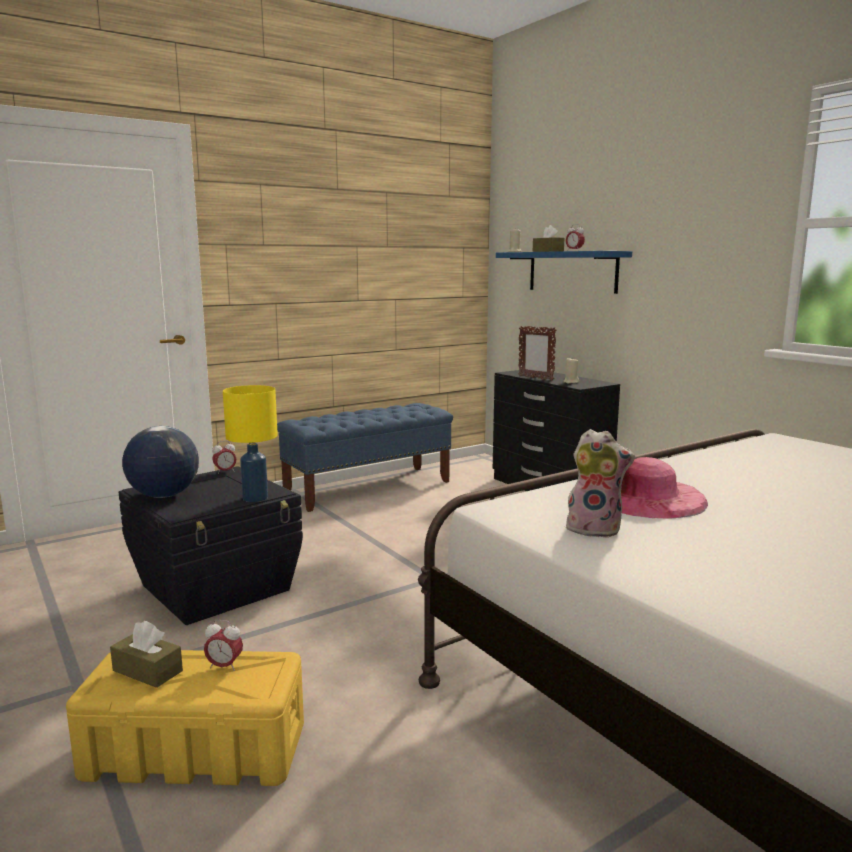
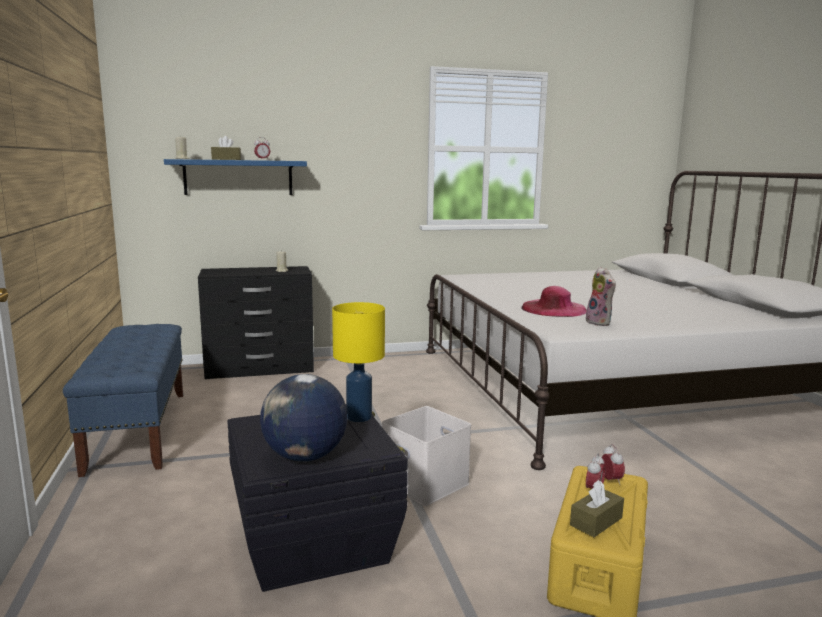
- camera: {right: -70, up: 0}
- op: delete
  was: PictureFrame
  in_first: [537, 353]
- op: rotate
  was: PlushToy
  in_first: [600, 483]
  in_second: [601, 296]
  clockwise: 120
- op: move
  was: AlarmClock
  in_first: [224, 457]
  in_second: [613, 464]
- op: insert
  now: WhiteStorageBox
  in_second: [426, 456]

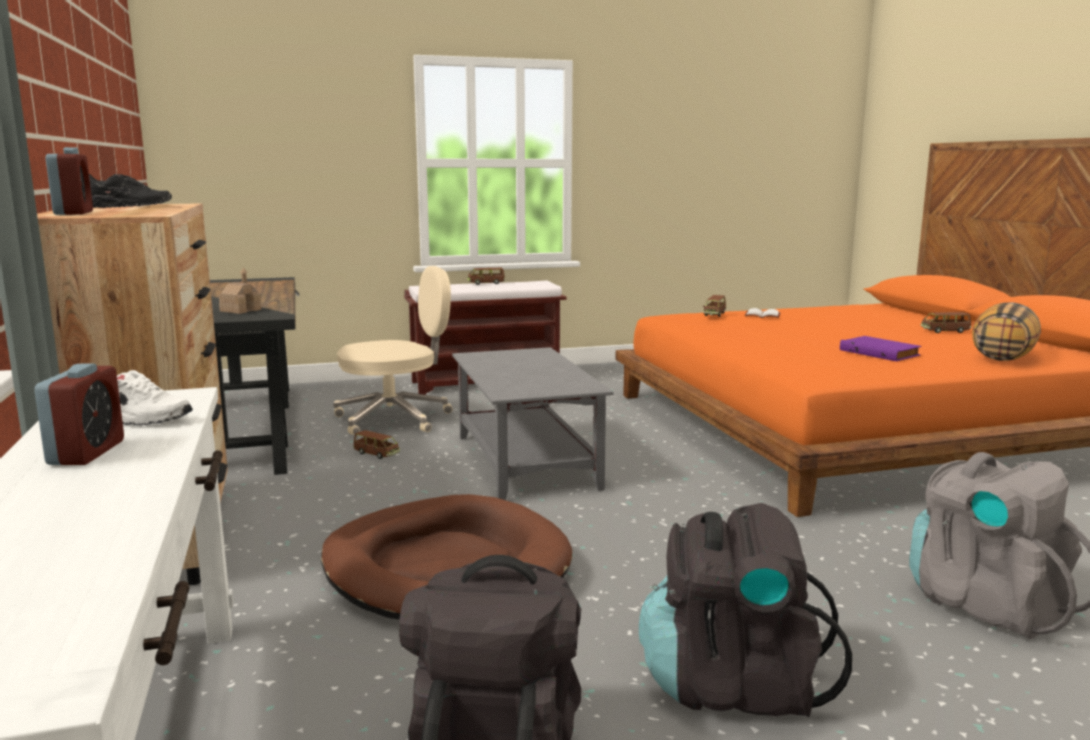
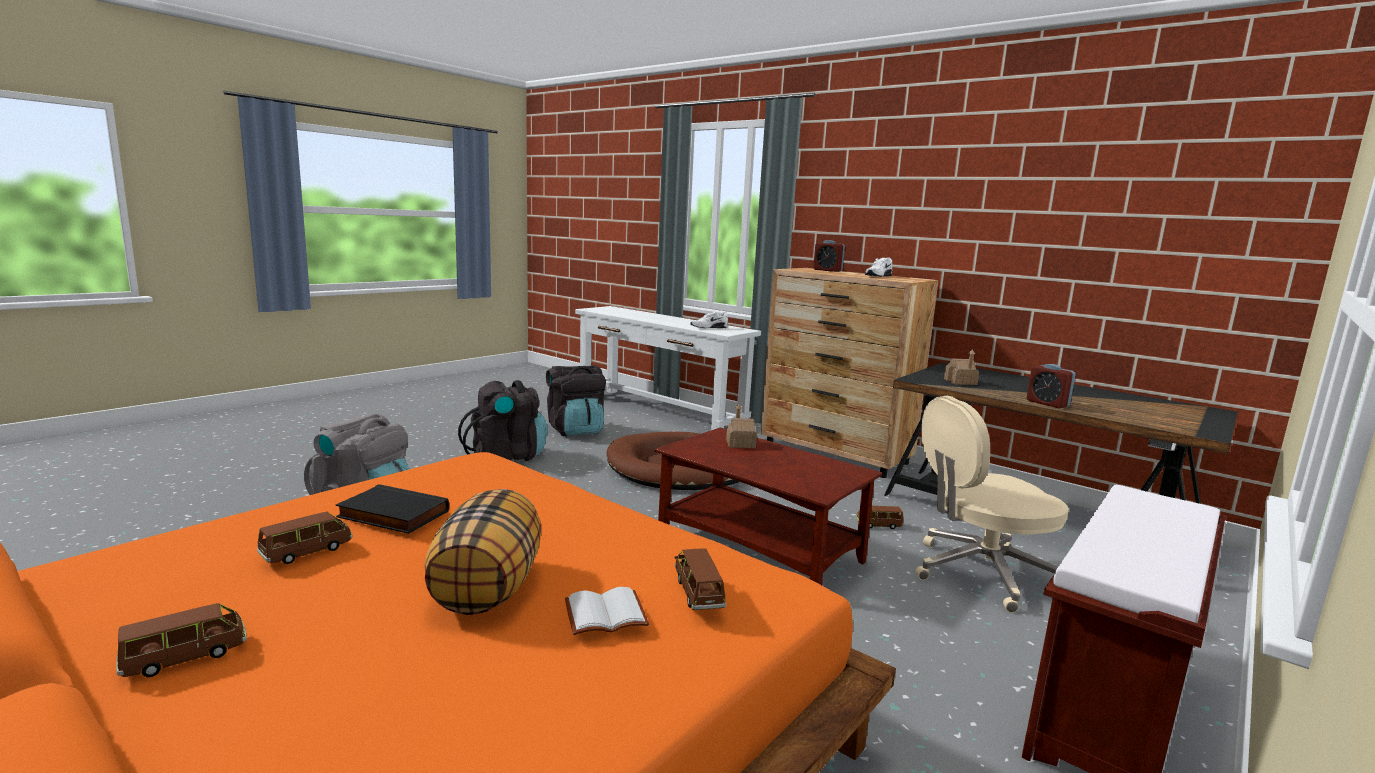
- camera: {right: 145, up: 0}
- op: recolor
  was: BlackShoe
  now: WhiteShoe
  in_first: [130, 191]
  in_second: [878, 267]
- op: rotate
  was: BeigeOfficeChair
  in_first: [393, 350]
  in_second: [992, 504]
  clockwise: 45
- op: move
  was: BrownToyCar
  in_first: [486, 276]
  in_second: [305, 538]
- op: move
  was: Pillow
  in_first: [1006, 331]
  in_second: [483, 552]
- op: recolor
  was: PurpleBook
  now: BlackBook
  in_first: [880, 348]
  in_second: [392, 509]
- op: recolor
  was: GreyCoffeeTable
  now: BrownCoffeeTable
  in_first: [533, 423]
  in_second: [769, 506]
- op: move
  was: AlarmClock
  in_first: [79, 414]
  in_second: [1051, 386]
- op: insert
  now: ToyHouse
  in_second: [741, 426]

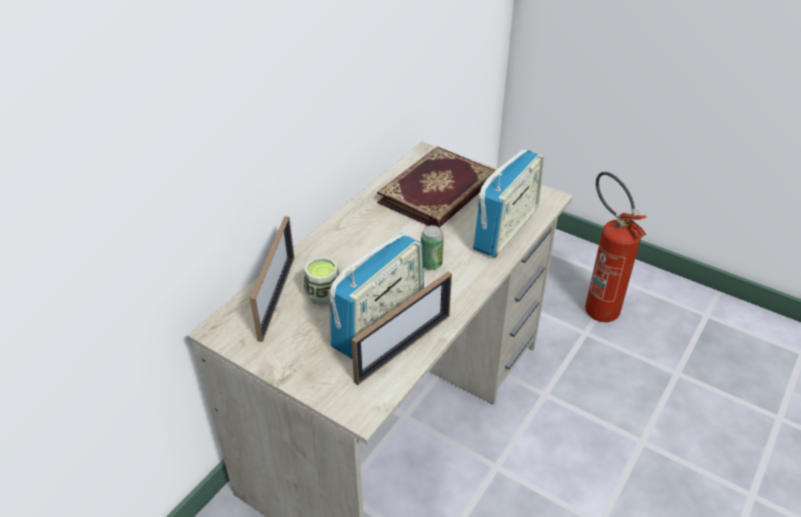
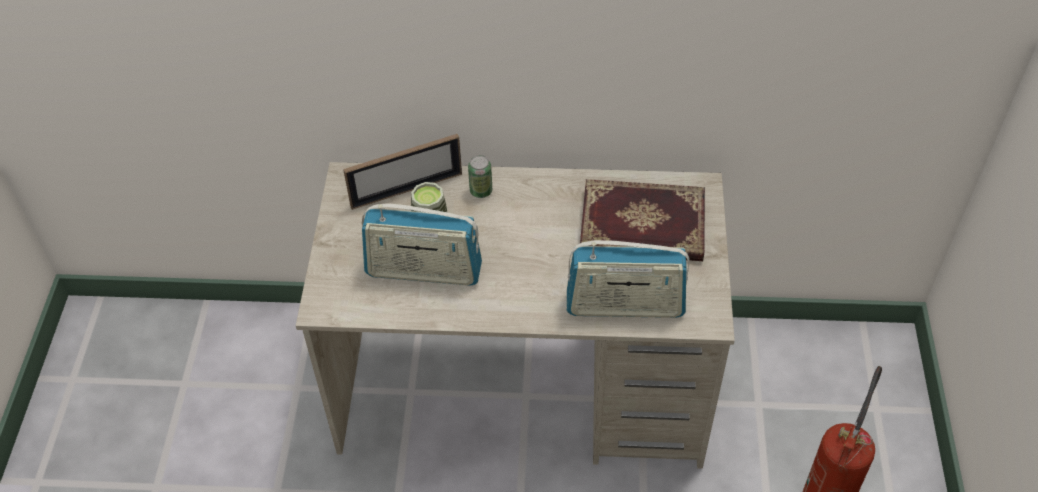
- camera: {right: 60, up: 10}
- op: move
  was: Can
  in_first: [432, 247]
  in_second: [480, 176]
- op: delete
  was: PictureFrame
  in_first: [401, 328]

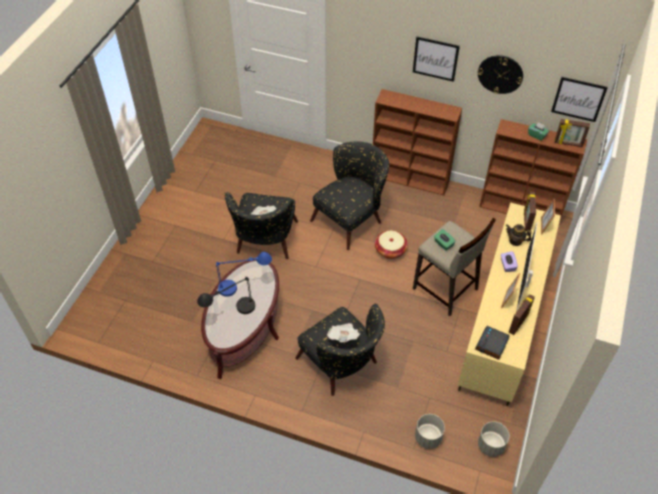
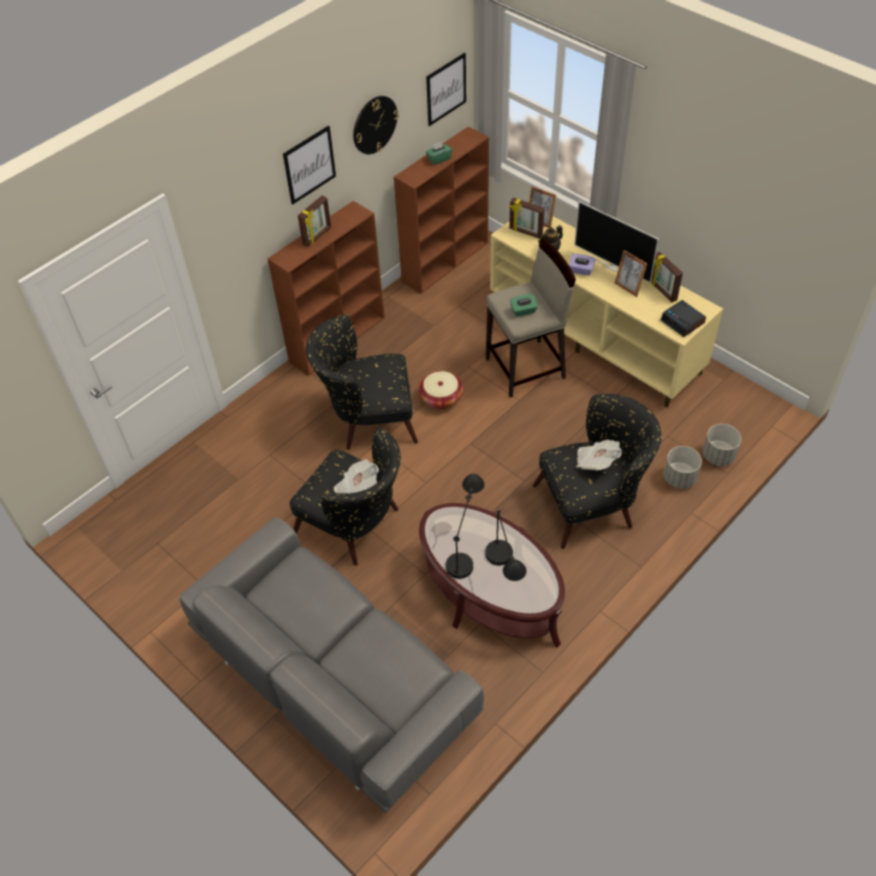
- camera: {right: -65, up: 0}
- op: move
  was: PictureFrame
  in_first: [572, 133]
  in_second: [314, 221]
- op: rotate
  was: BlackArmchair
  in_first: [349, 195]
  in_second: [362, 382]
  clockwise: -75
- op: recolor
  was: BlueTableLamp
  now: BlackTableLamp
  in_first: [244, 274]
  in_second: [465, 526]
- op: move
  was: GreyPlanter
  in_first: [493, 439]
  in_second: [683, 467]
- op: insert
  now: GreySofa
  in_second: [331, 665]

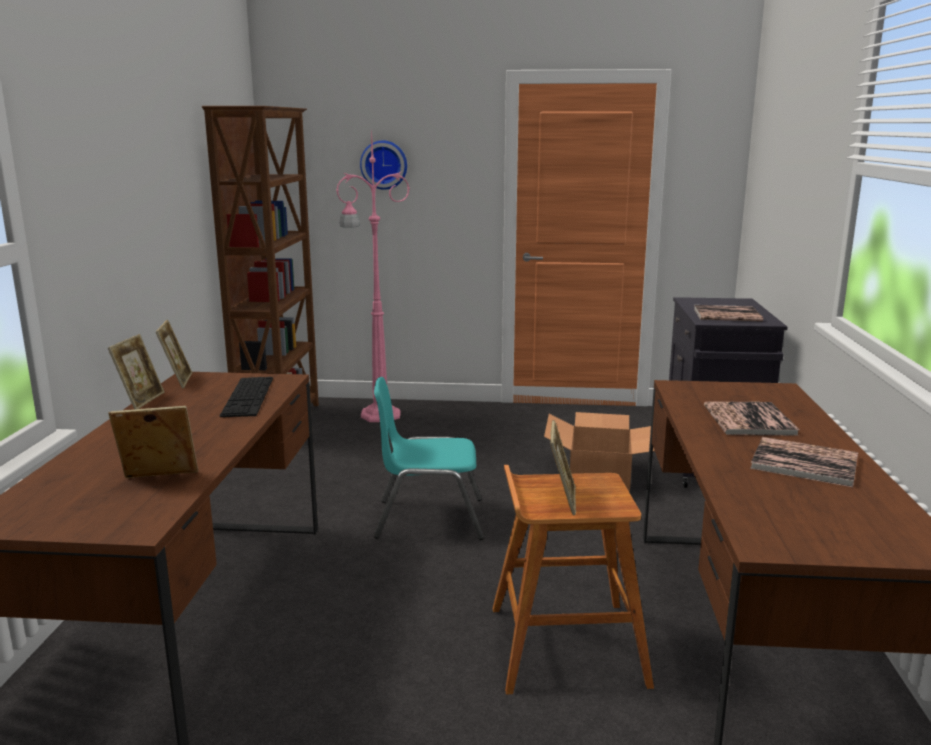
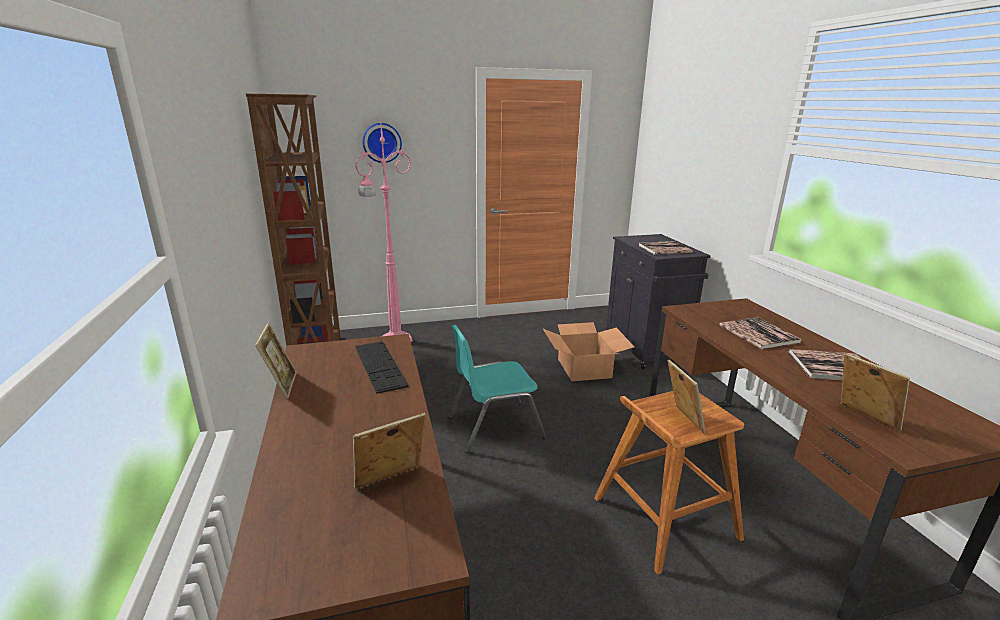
- camera: {right: -20, up: 5}
- op: move
  was: PictureFrame
  in_first: [174, 354]
  in_second: [875, 392]

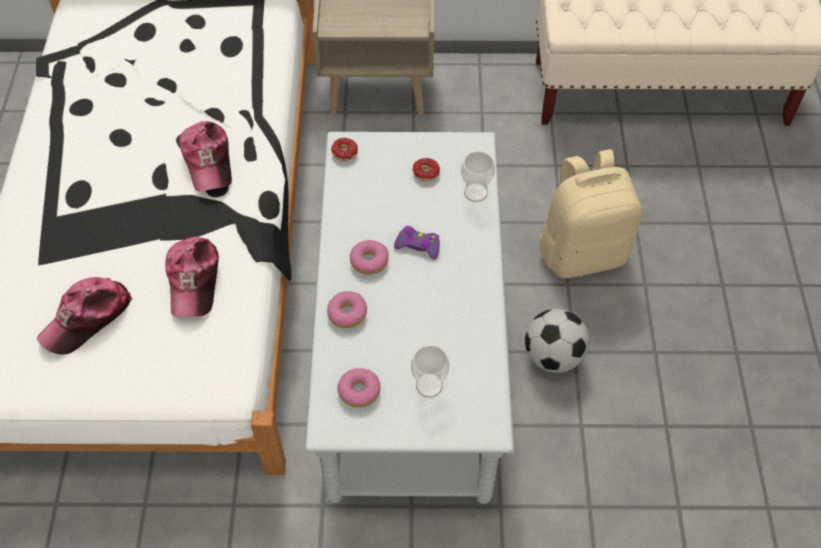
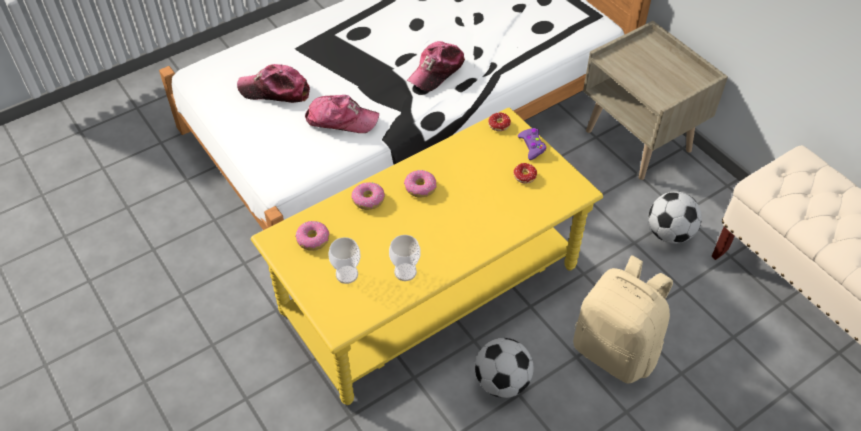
- camera: {right: 55, up: -5}
- op: recolor
  was: GreyCoffeeTable
  now: YellowCoffeeTable
  in_first: [409, 318]
  in_second: [427, 256]
- op: move
  was: Cup
  in_first: [478, 176]
  in_second: [405, 258]
- op: move
  was: PurpleGameController
  in_first: [417, 243]
  in_second: [532, 144]
- op: rotate
  was: Cap
  in_first: [192, 277]
  in_second: [342, 114]
  clockwise: -135
- op: insert
  now: Football
  in_second: [675, 218]

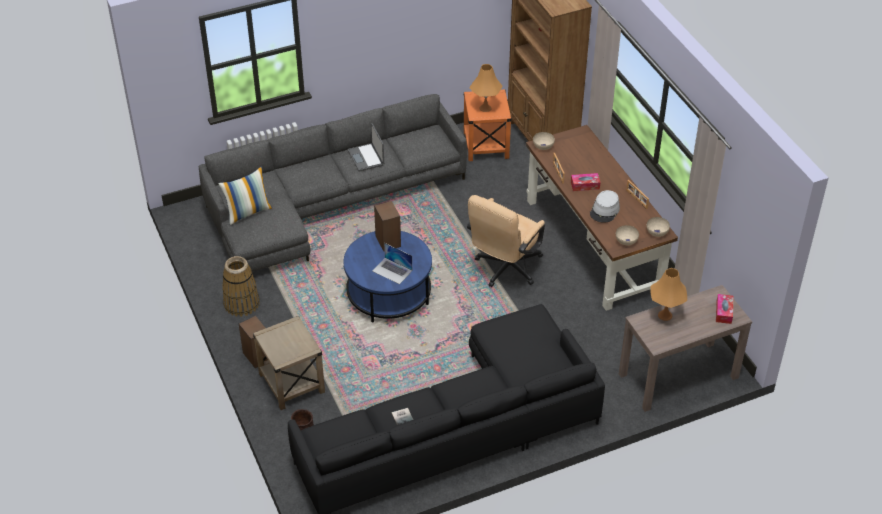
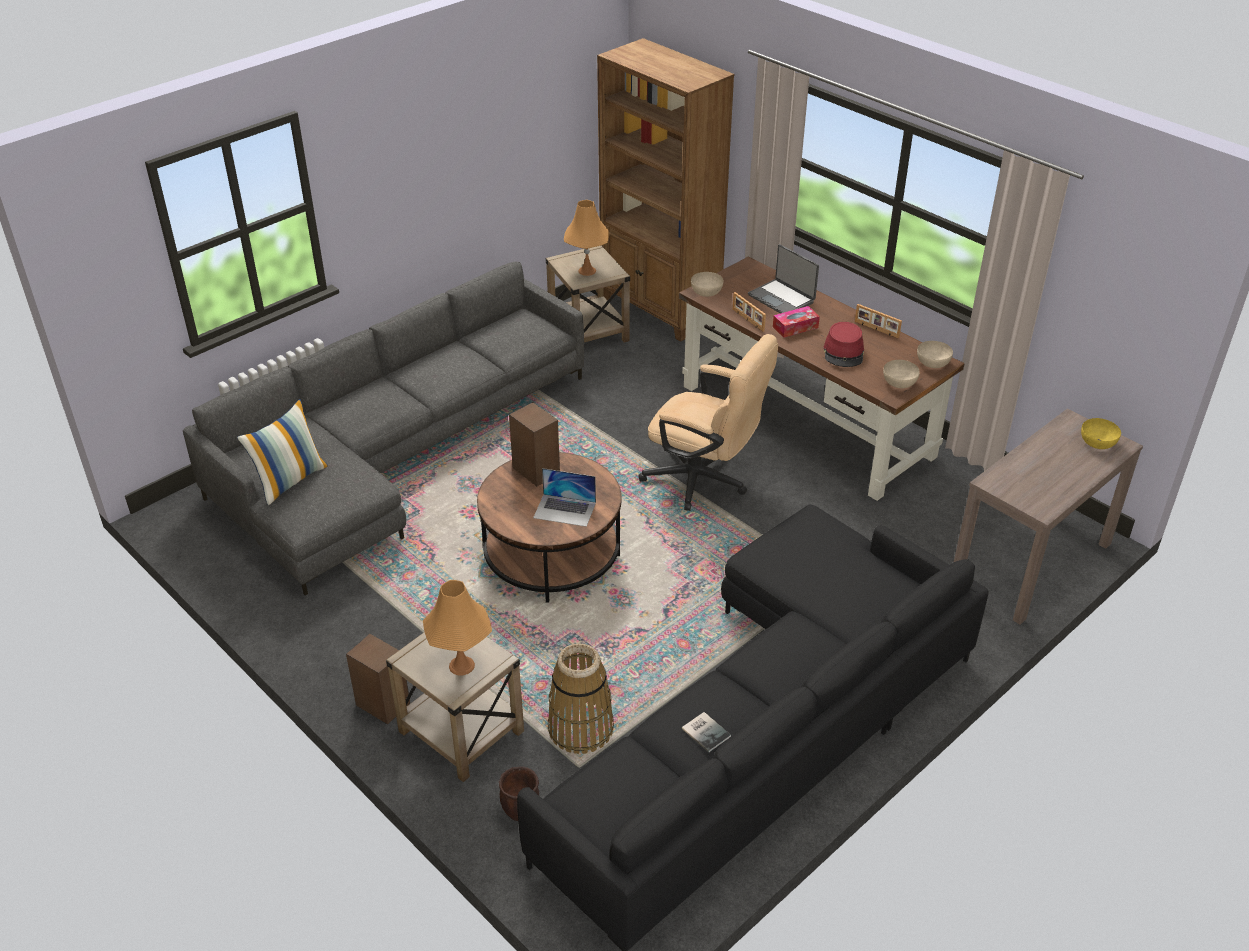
- camera: {right: -20, up: -5}
- op: recolor
  was: OrangeSideTable
  now: BeigeSideTable
  in_first: [487, 125]
  in_second: [588, 293]
- op: move
  was: Laptop
  in_first: [366, 147]
  in_second: [783, 278]
- op: recolor
  was: GreyHat
  now: RedHat
  in_first: [605, 206]
  in_second: [843, 344]
- op: rotate
  was: BeigeOfficeChair
  in_first: [506, 241]
  in_second: [708, 422]
  clockwise: -75
- op: recolor
  was: BlueCoffeeTable
  now: BrownCoffeeTable
  in_first: [387, 276]
  in_second: [549, 527]
- op: move
  was: Basket
  in_first: [240, 286]
  in_second: [581, 698]
- op: move
  was: OrangeTableLamp
  in_first: [668, 294]
  in_second: [457, 627]
- op: replace
  was: TissueBox
  now: YellowBowl
  in_first: [724, 309]
  in_second: [1101, 433]

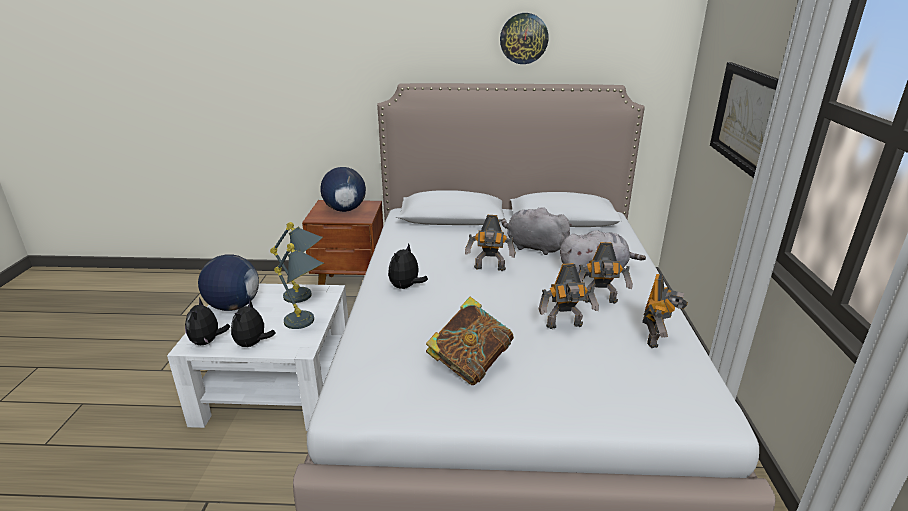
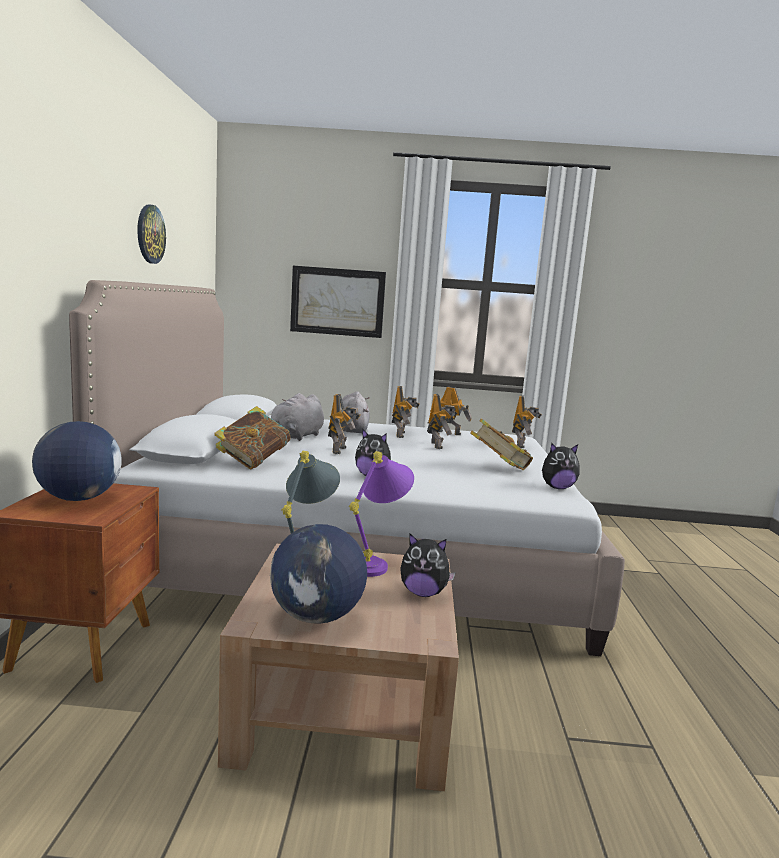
- camera: {right: -90, up: -15}
- op: recolor
  was: GreyTableLamp
  now: PurpleTableLamp
  in_first: [299, 286]
  in_second: [381, 514]
- op: recolor
  was: WhiteCoffeeTable
  now: BrownCoffeeTable
  in_first: [257, 357]
  in_second: [338, 667]
- op: move
  was: PlushToy
  in_first: [208, 321]
  in_second: [561, 466]
- op: insert
  now: ToyRobot
  in_second: [527, 421]
- op: insert
  now: Book
  in_second: [252, 437]

